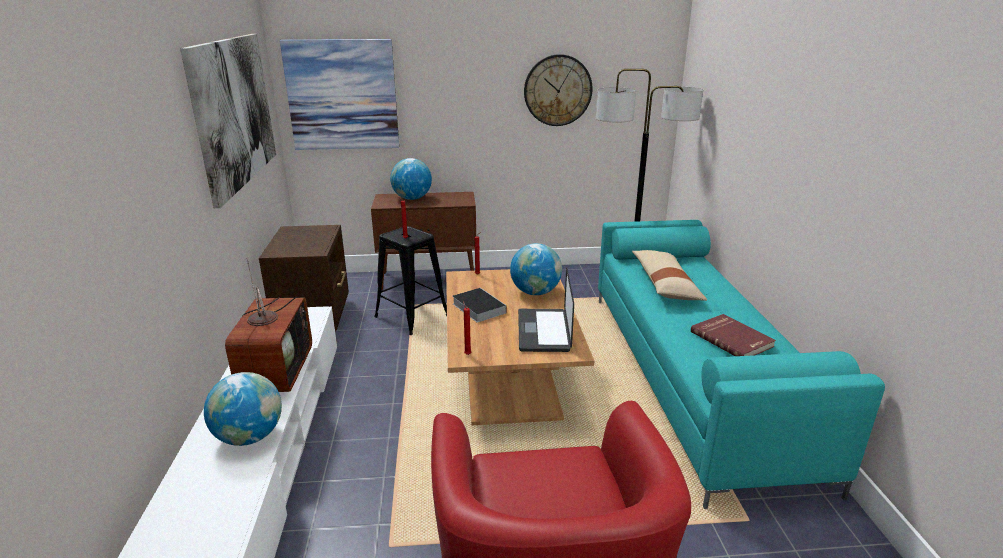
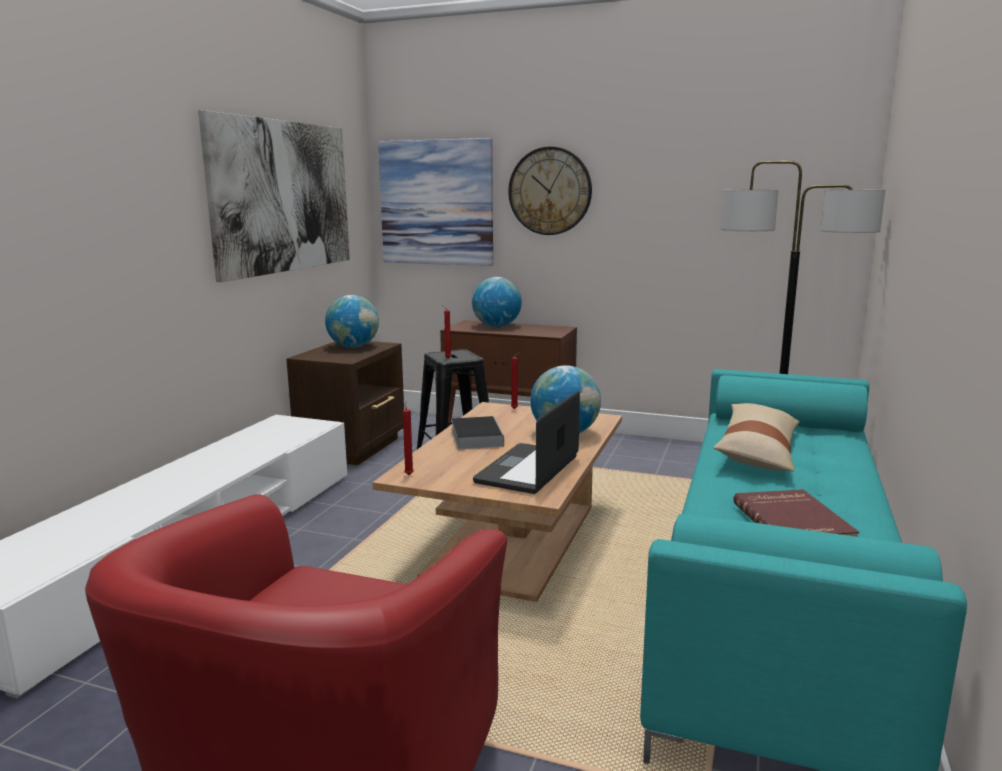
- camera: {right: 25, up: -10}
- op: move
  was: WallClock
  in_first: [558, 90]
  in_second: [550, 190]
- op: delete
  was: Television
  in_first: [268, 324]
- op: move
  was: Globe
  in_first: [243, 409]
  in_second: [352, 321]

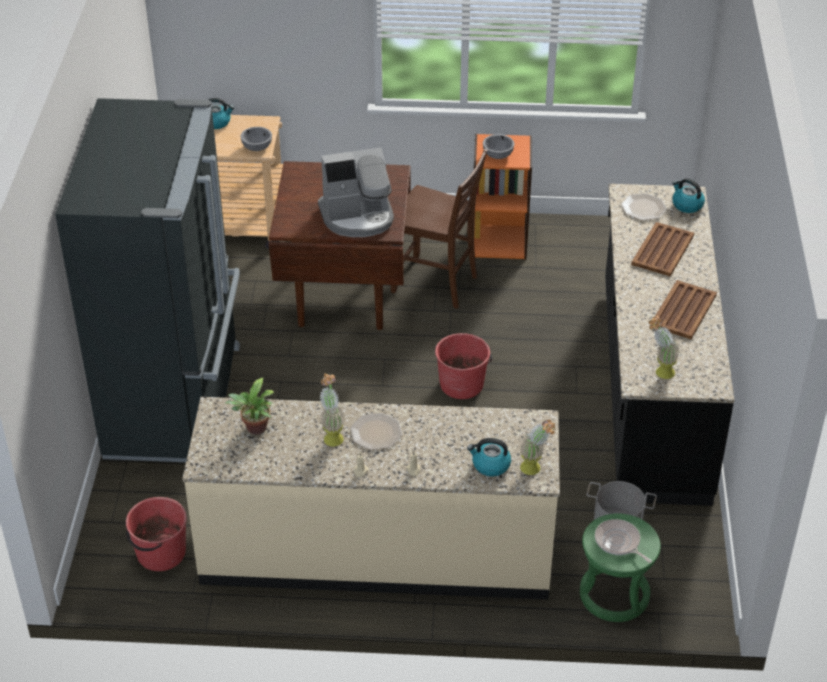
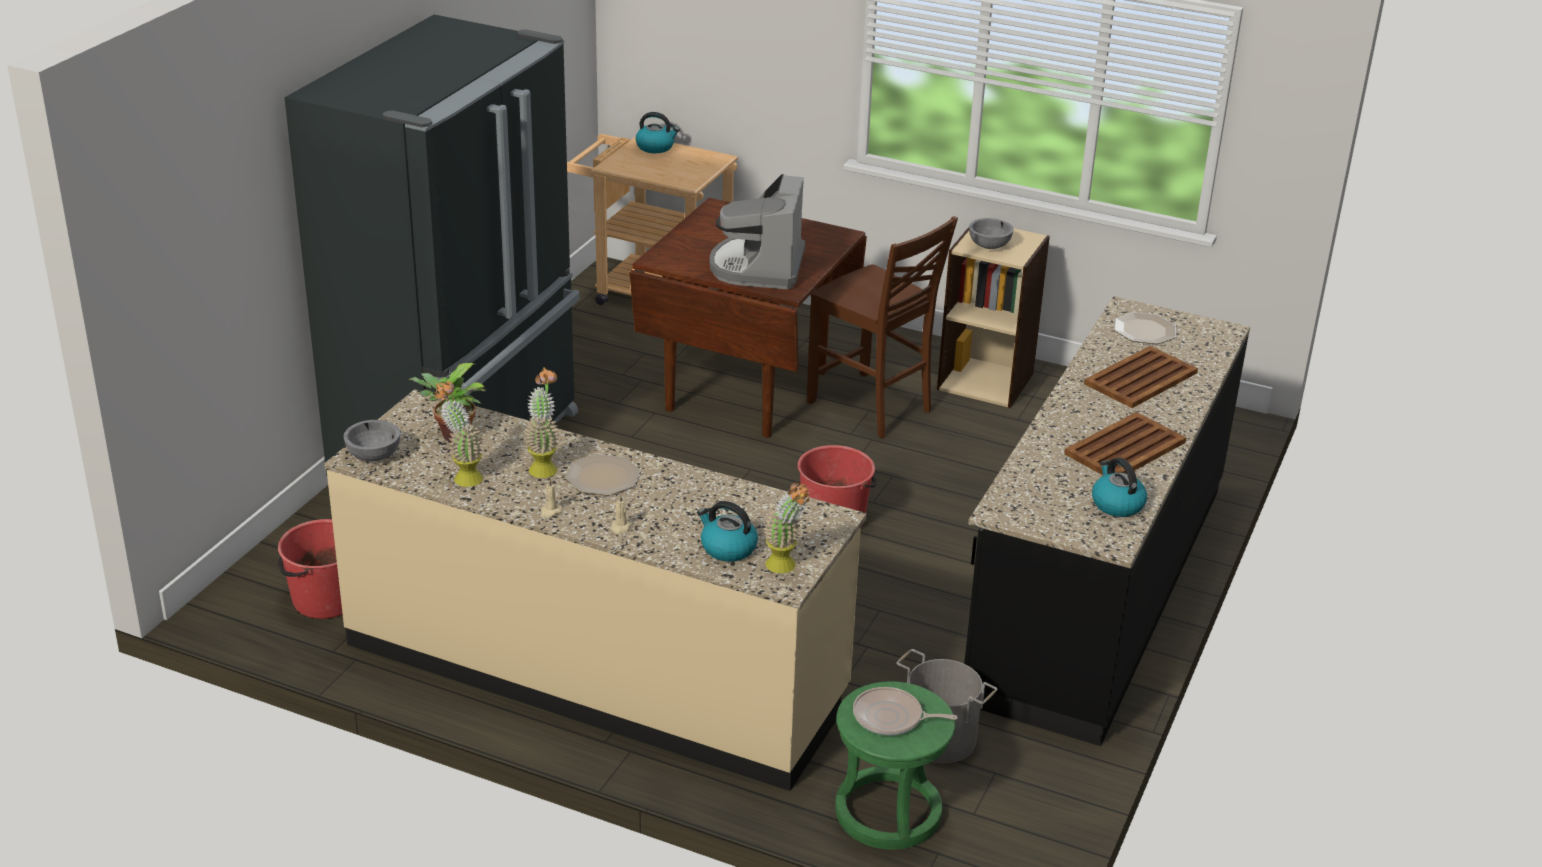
- camera: {right: 20, up: -10}
- op: move
  was: GreyBowl
  in_first: [256, 139]
  in_second: [372, 441]
- op: recolor
  was: OrangeBookcase
  now: BeigeBookcase
  in_first: [503, 196]
  in_second: [993, 317]
- op: rotate
  was: CoffeeMachine
  in_first: [356, 192]
  in_second: [757, 231]
  clockwise: 90
- op: move
  was: Kettle
  in_first: [688, 195]
  in_second: [1119, 487]
- op: move
  was: PottedPlant
  in_first: [664, 347]
  in_second: [459, 434]
- op: rotate
  was: FryingPan
  in_first: [623, 541]
  in_second: [905, 711]
  clockwise: -60

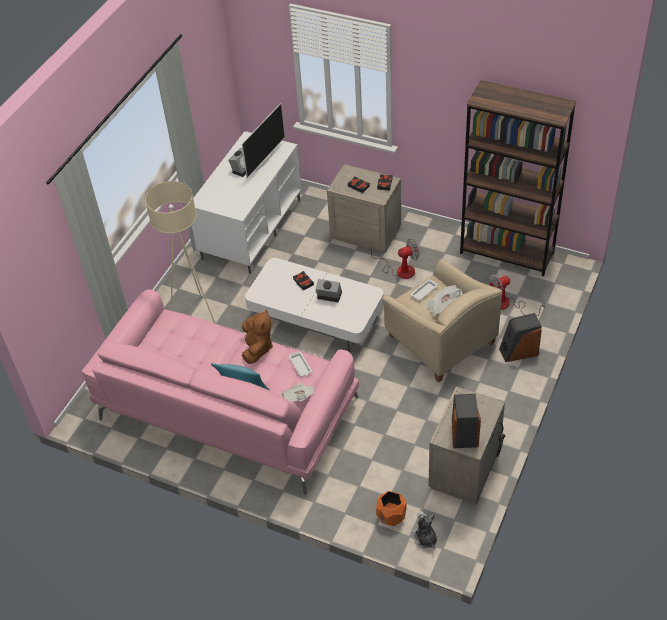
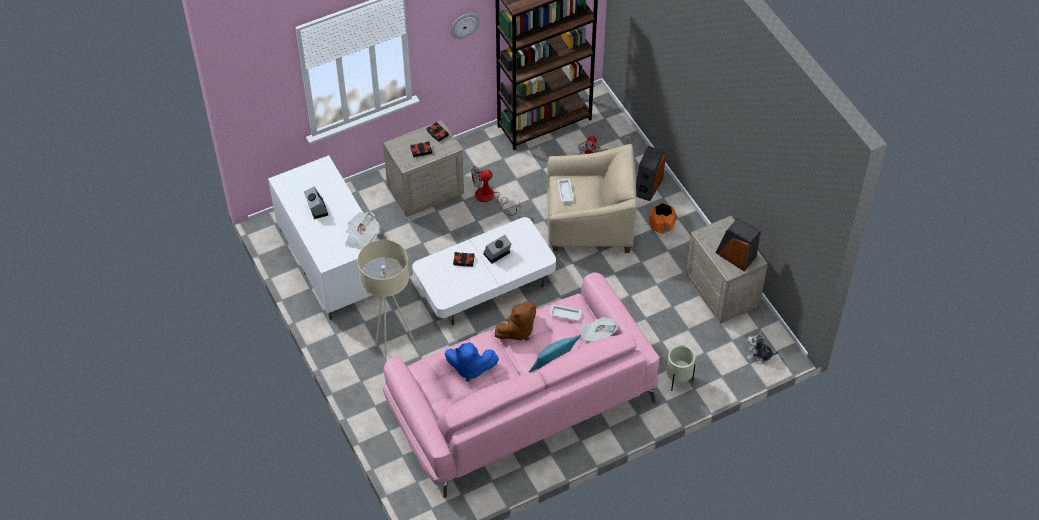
- camera: {right: -55, up: 5}
- op: delete
  was: Television
  in_first: [263, 140]
- op: rotate
  was: Fan
  in_first: [393, 259]
  in_second: [496, 190]
  clockwise: -120
- op: move
  was: Newspaper
  in_first: [444, 300]
  in_second: [362, 230]
- op: rotate
  was: BrownPlushToy
  in_first: [257, 336]
  in_second: [515, 321]
  clockwise: 105
- op: move
  was: OrangePlanter
  in_first: [391, 508]
  in_second: [662, 218]
- op: insert
  now: WallClock
  in_second: [465, 26]
- op: insert
  now: BluePlushToy
  in_second: [472, 361]
- op: insert
  now: BeigePlanter
  in_second: [680, 368]

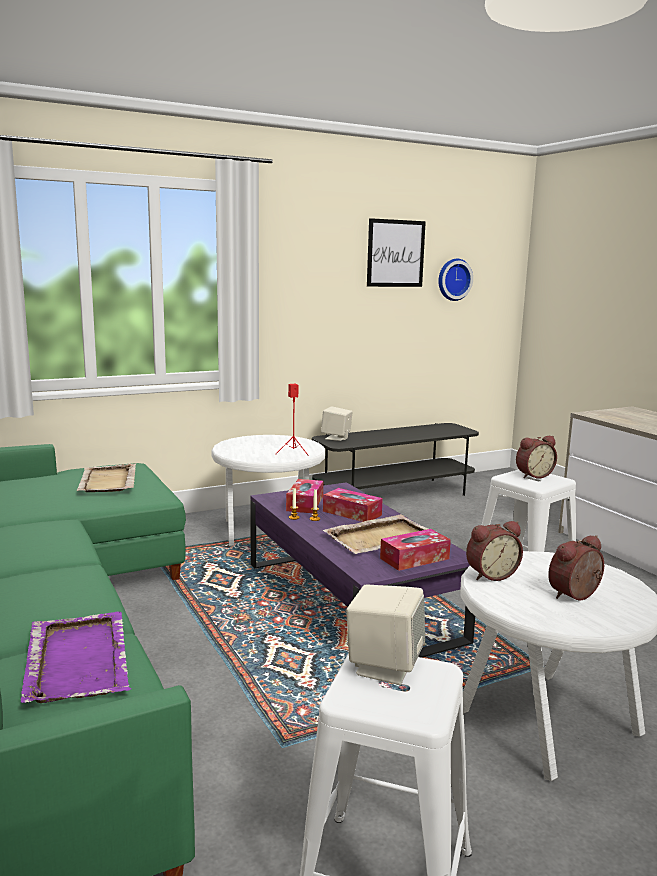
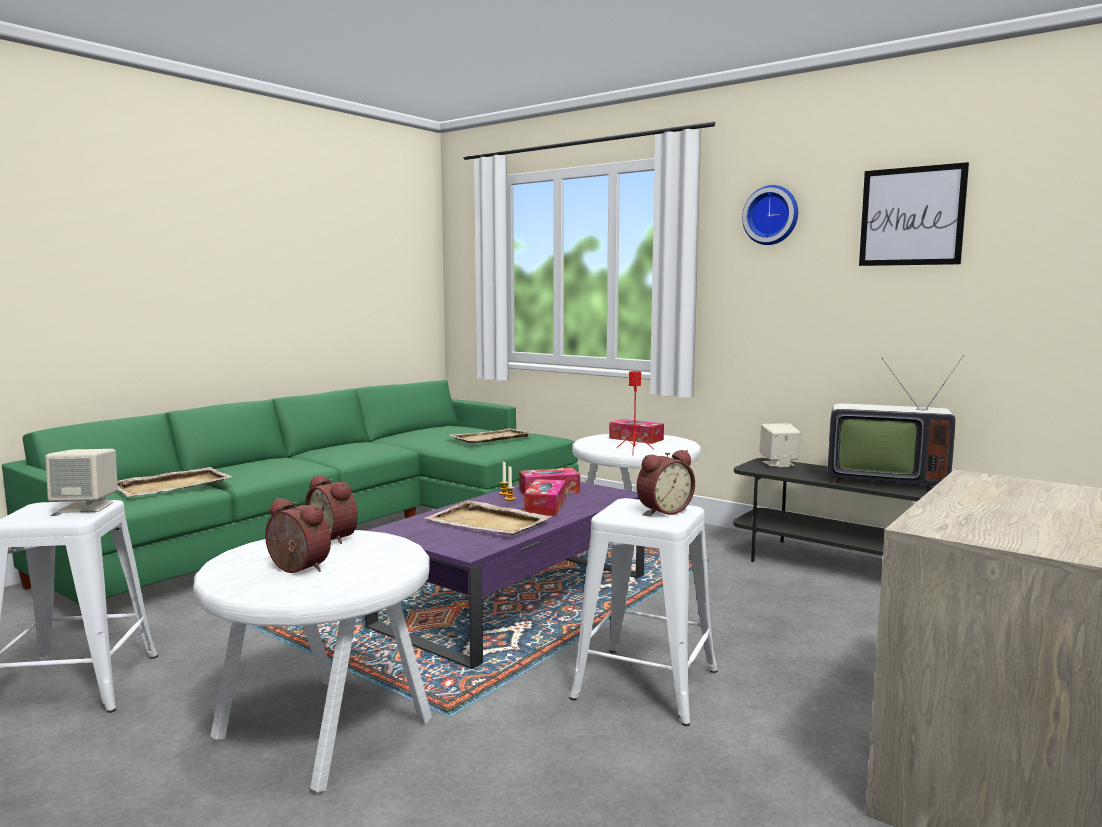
- camera: {right: 65, up: -5}
- op: move
  was: WallClock
  in_first: [455, 279]
  in_second: [770, 215]
- op: rotate
  was: AlarmClock
  in_first: [536, 457]
  in_second: [666, 483]
  clockwise: -75
- op: move
  was: TissueBox
  in_first: [415, 550]
  in_second: [636, 431]
- op: recolor
  was: PurpleTray
  now: BeigeTray
  in_first: [76, 657]
  in_second: [174, 482]
- op: insert
  now: Television
  in_second: [896, 420]

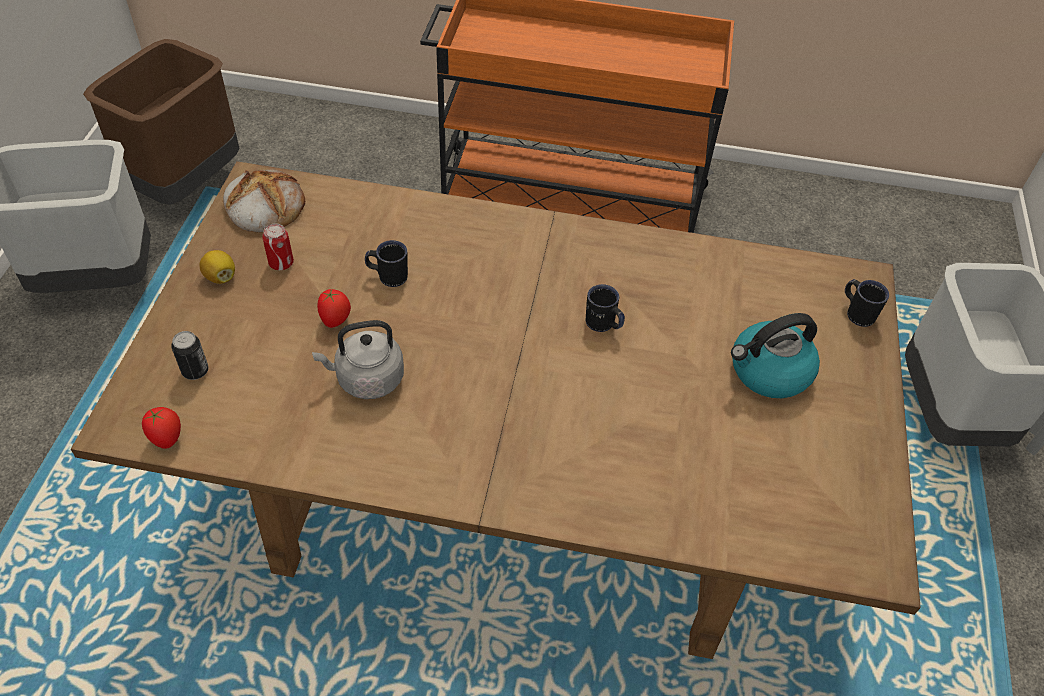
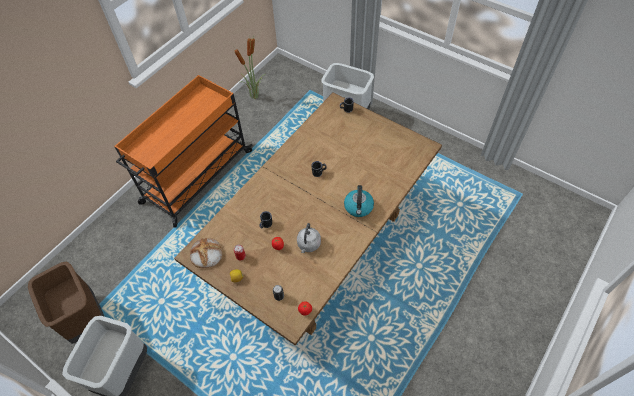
- camera: {right: -60, up: 5}
- op: move
  was: Kettle
  in_first: [775, 355]
  in_second: [359, 201]
- op: insert
  now: PottedPlant
  in_second: [250, 66]

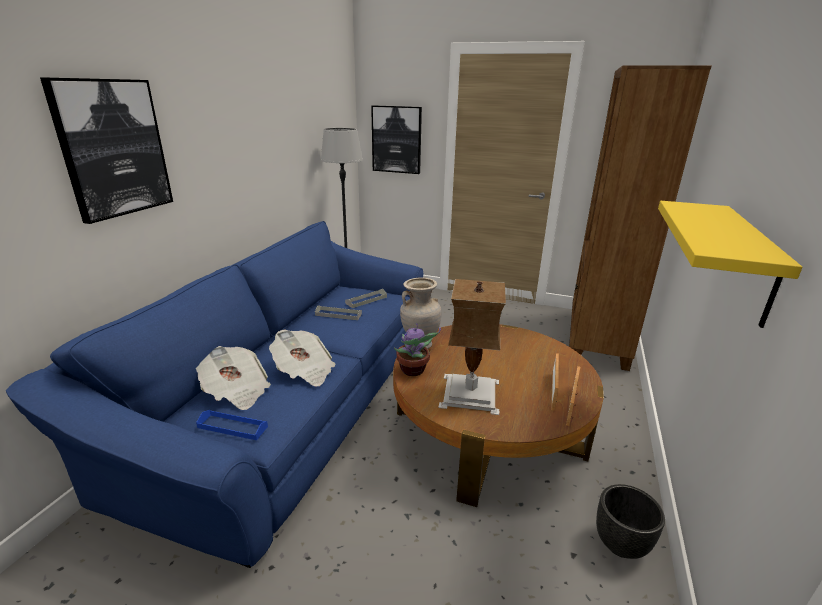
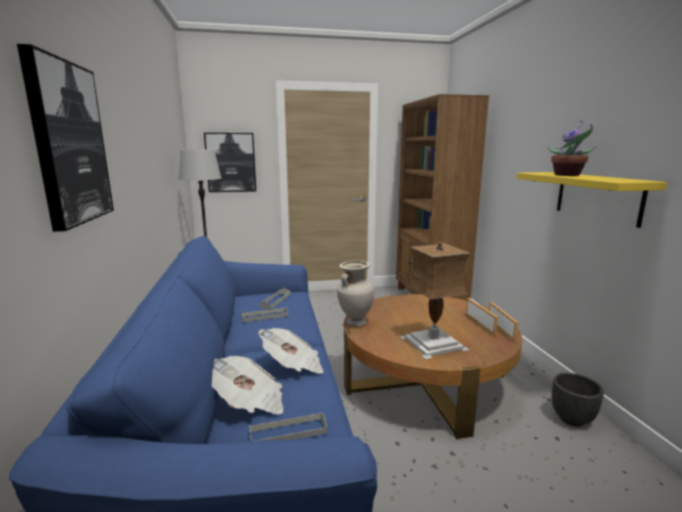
- camera: {right: -30, up: -10}
- op: move
  was: PottedPlant
  in_first: [417, 349]
  in_second: [571, 148]
- op: recolor
  was: BlueTray
  now: GreyTray
  in_first: [232, 425]
  in_second: [288, 426]

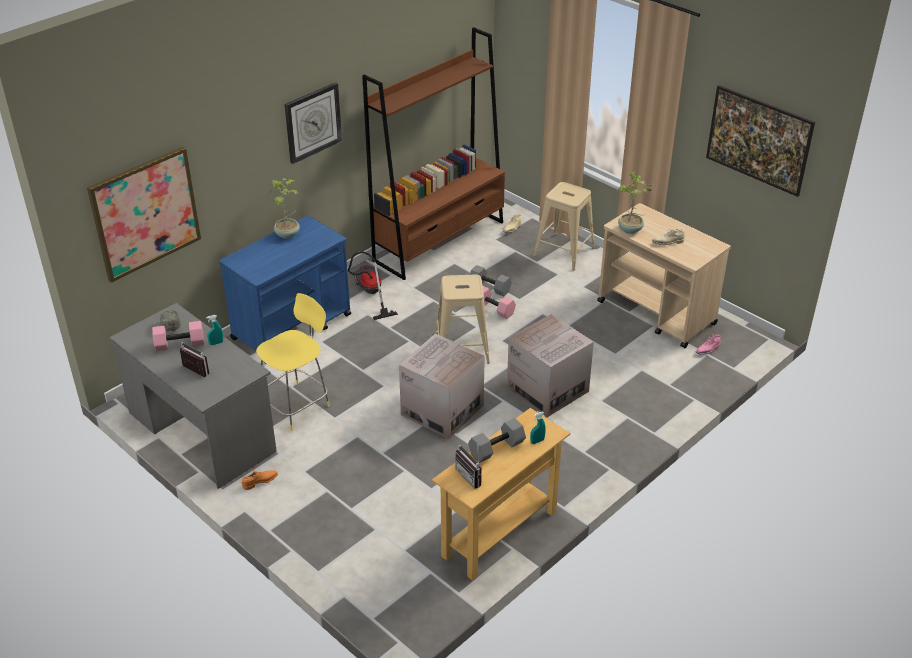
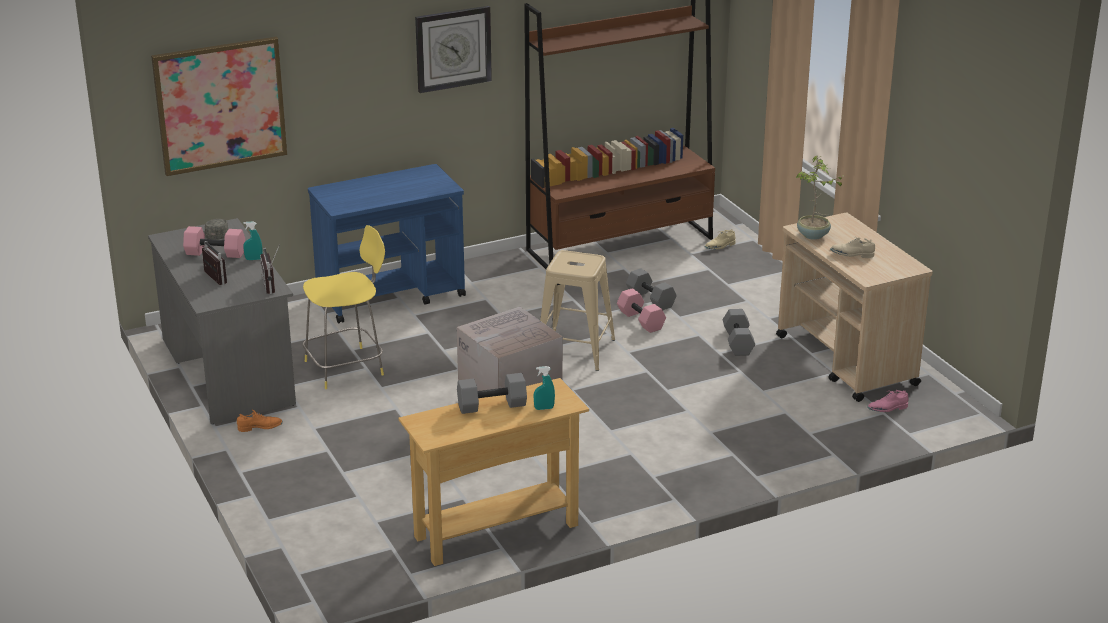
- camera: {right: 20, up: -10}
- op: delete
  was: Picture
  in_first: [760, 141]
- op: delete
  was: PottedPlant
  in_first: [286, 208]
- op: delete
  was: BeigeStool
  in_first: [564, 226]
- op: delete
  was: VacuumCleaner
  in_first: [373, 286]
- op: delete
  was: CardboardBox
  in_first: [550, 365]
- op: move
  was: Radio
  in_first: [468, 467]
  in_second: [270, 269]
- op: insert
  now: GreyDumbbell
  in_second: [739, 332]

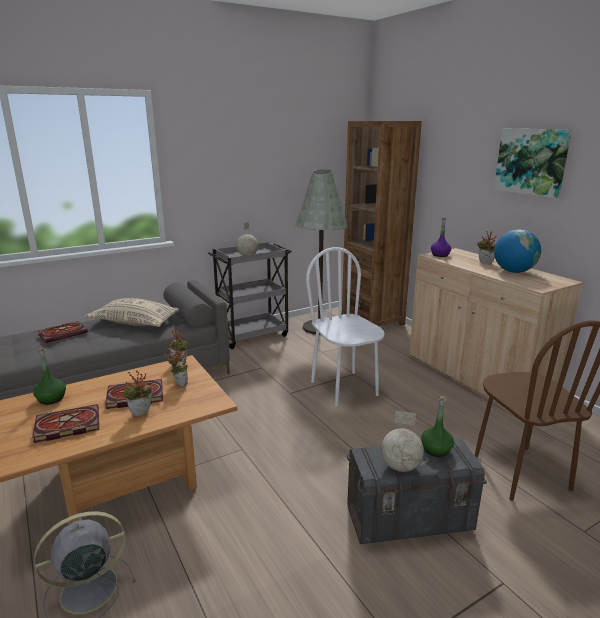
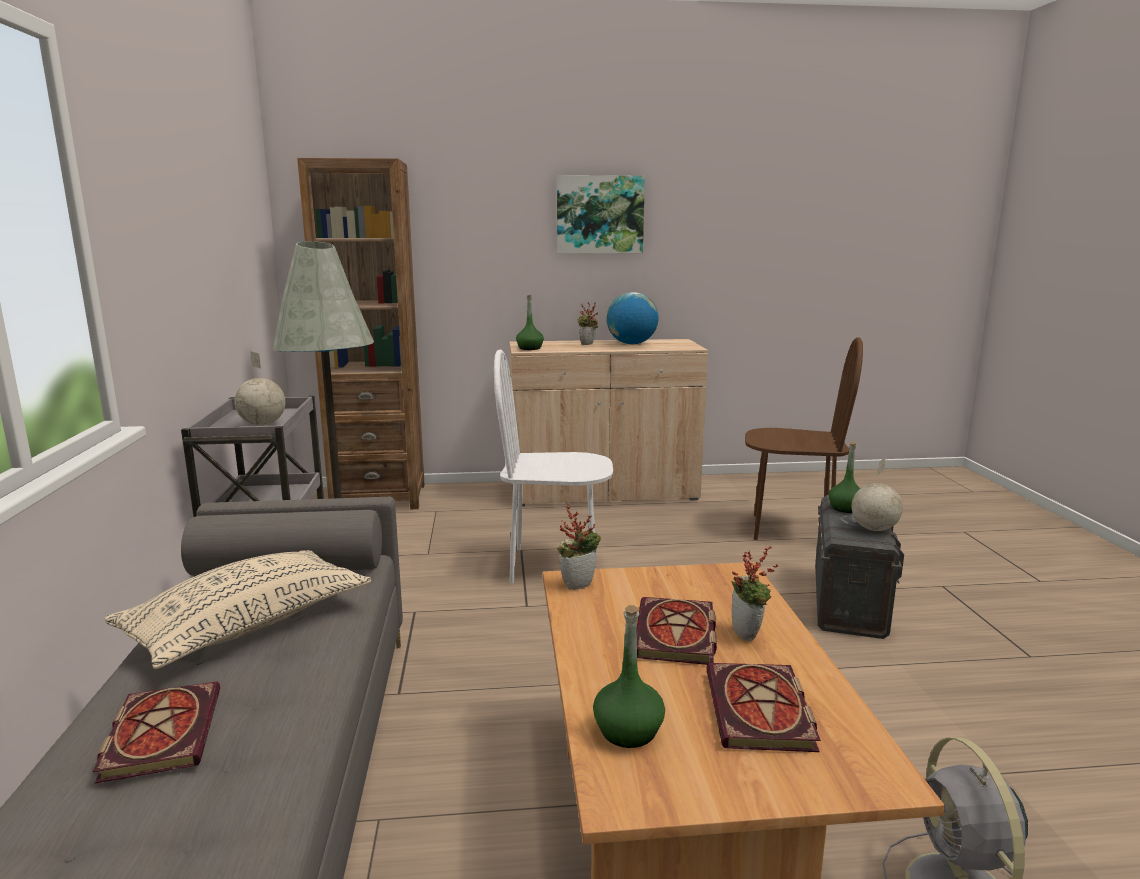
- camera: {right: -65, up: -5}
- op: recolor
  was: PurpleBottle
  now: GreenBottle
  in_first: [441, 237]
  in_second: [530, 322]
- op: delete
  was: PottedPlant
  in_first: [176, 365]

